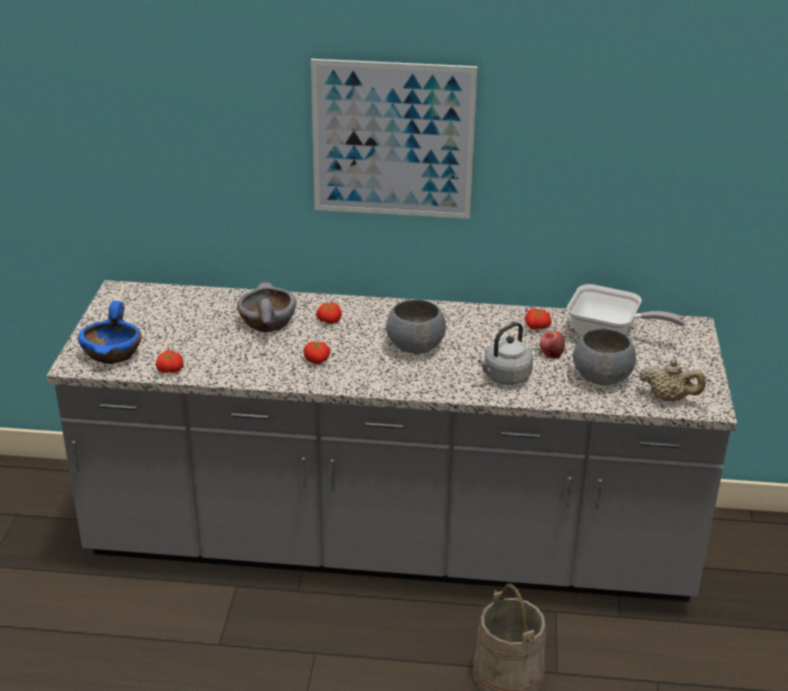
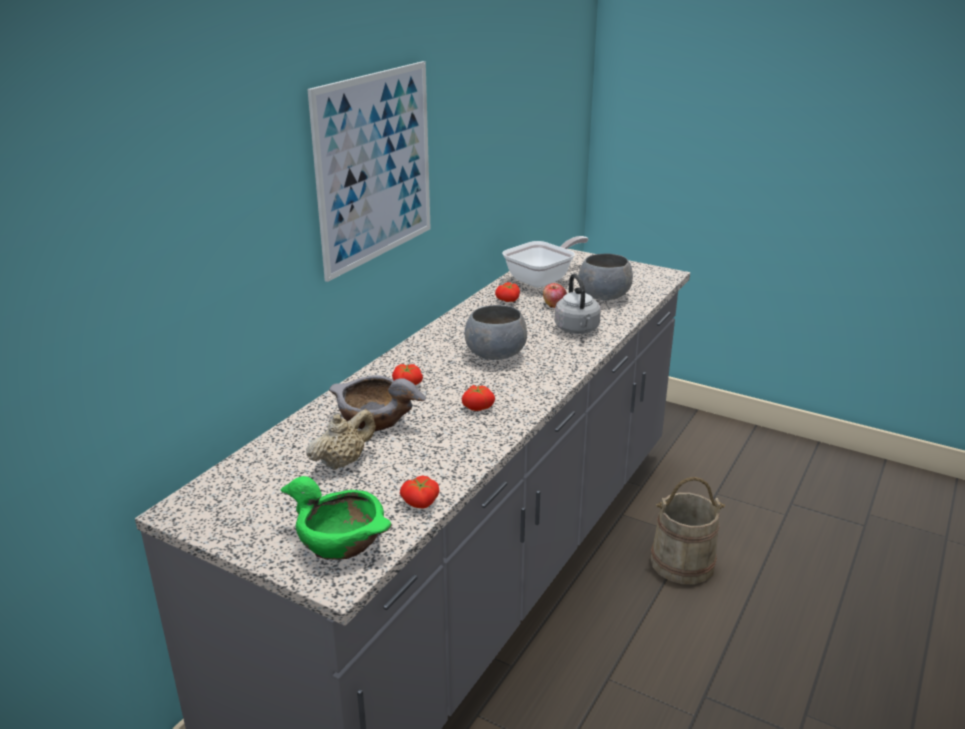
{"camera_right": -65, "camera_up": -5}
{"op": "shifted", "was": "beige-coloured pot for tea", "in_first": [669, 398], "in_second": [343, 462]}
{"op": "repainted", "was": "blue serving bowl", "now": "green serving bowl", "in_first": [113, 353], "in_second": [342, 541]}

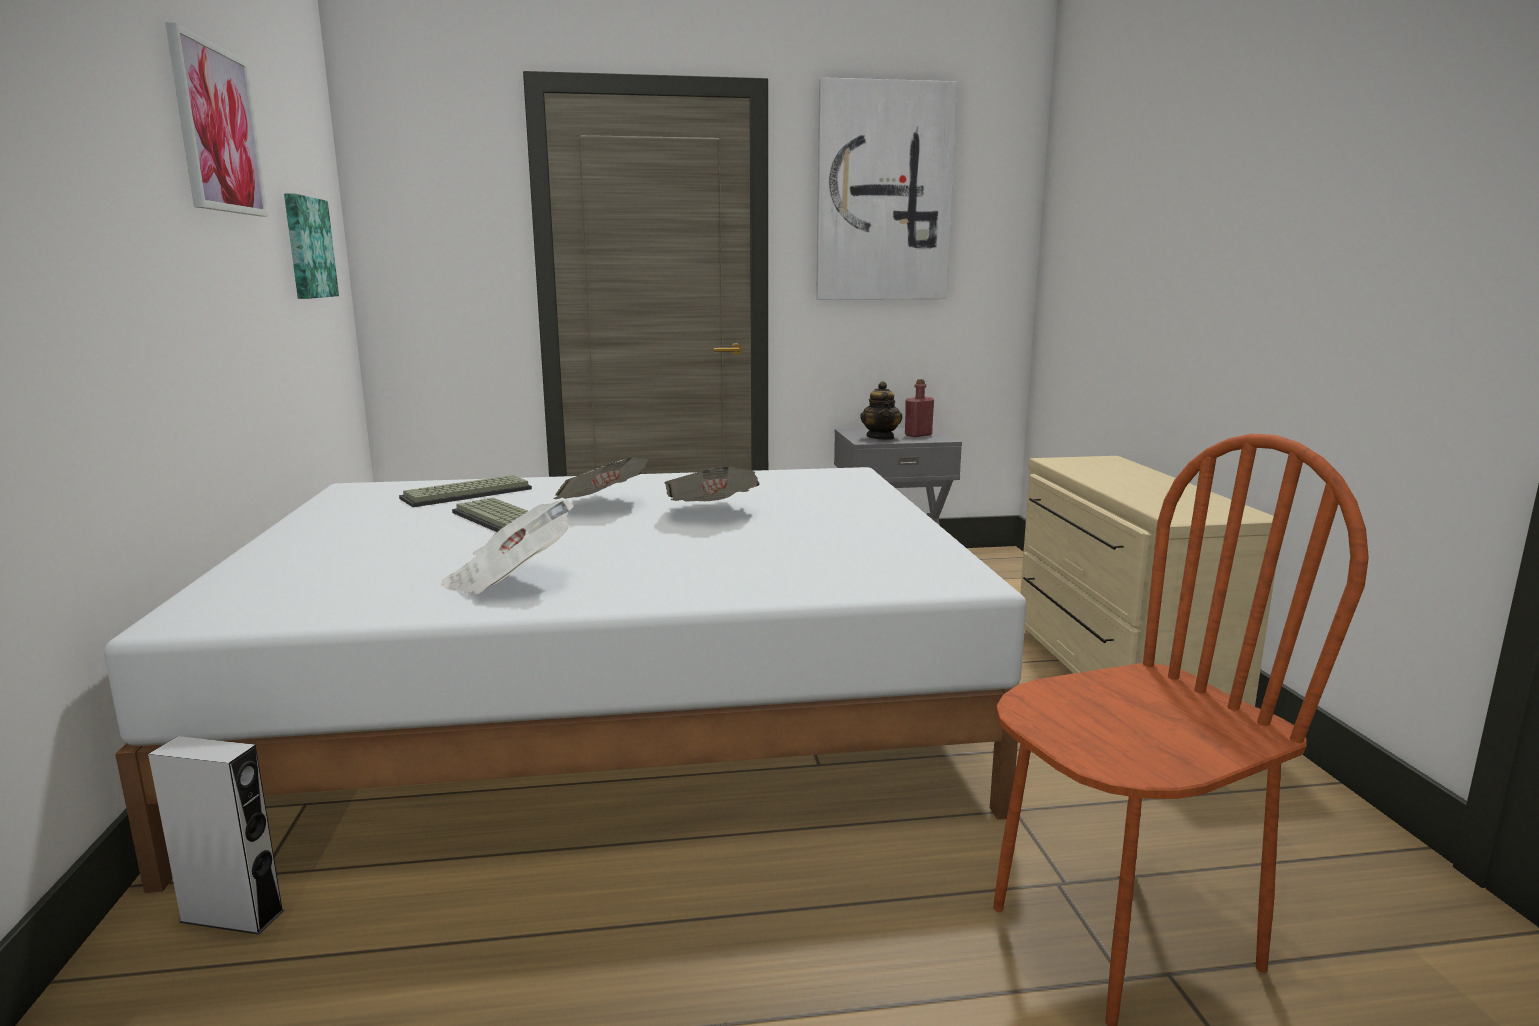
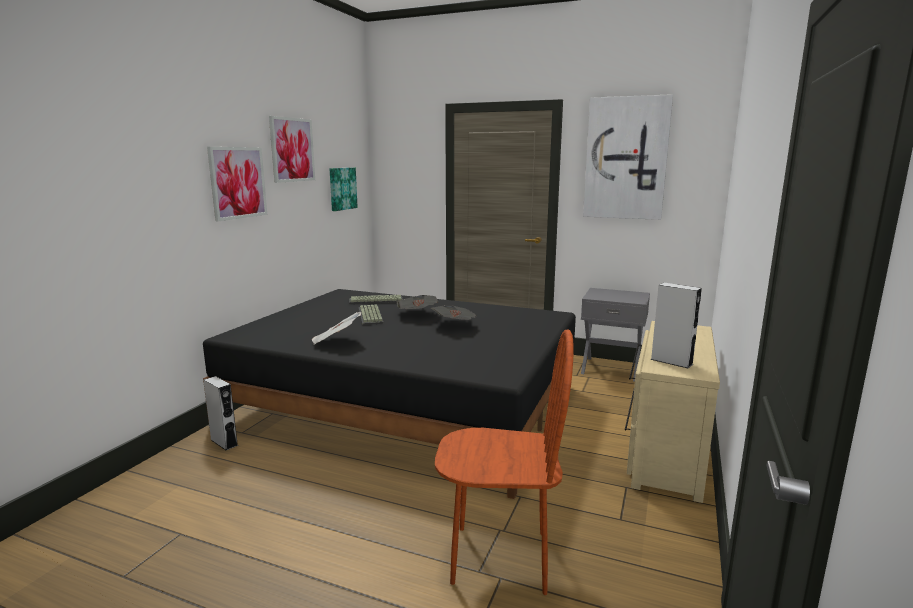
{"camera_right": 30, "camera_up": 0}
{"op": "gone", "was": "pot for tea", "in_first": [881, 437]}
{"op": "gone", "was": "red beverage bottle", "in_first": [918, 435]}
{"op": "new", "now": "picture", "in_second": [238, 183]}
{"op": "new", "now": "gray audio speaker", "in_second": [671, 361]}
{"op": "repainted", "was": "whitish bedroom bed", "now": "black bedroom bed", "in_first": [613, 705], "in_second": [405, 405]}

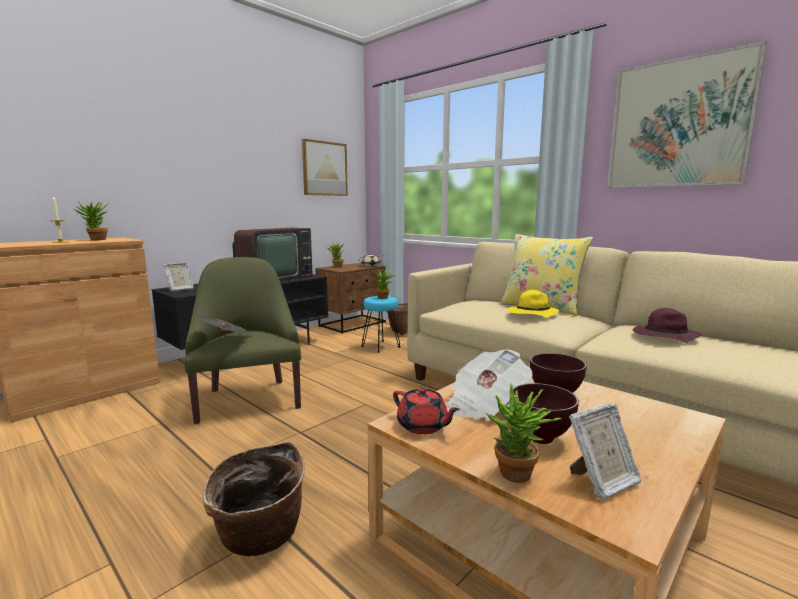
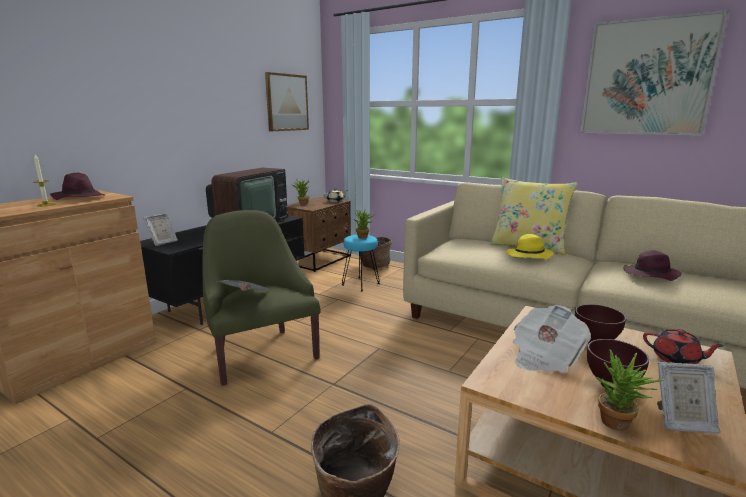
{"camera_right": -10, "camera_up": 5}
{"op": "shifted", "was": "red pot for tea", "in_first": [423, 426], "in_second": [676, 359]}
{"op": "swapped", "was": "houseplant", "now": "purplish hat", "in_first": [96, 240], "in_second": [78, 198]}
{"op": "rotated", "was": "photo frame", "in_first": [601, 482], "in_second": [681, 422], "clockwise": 45}

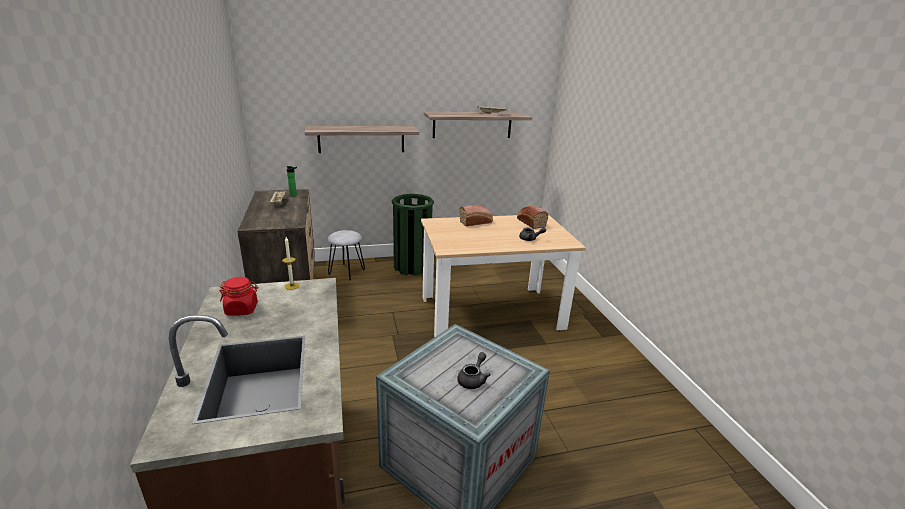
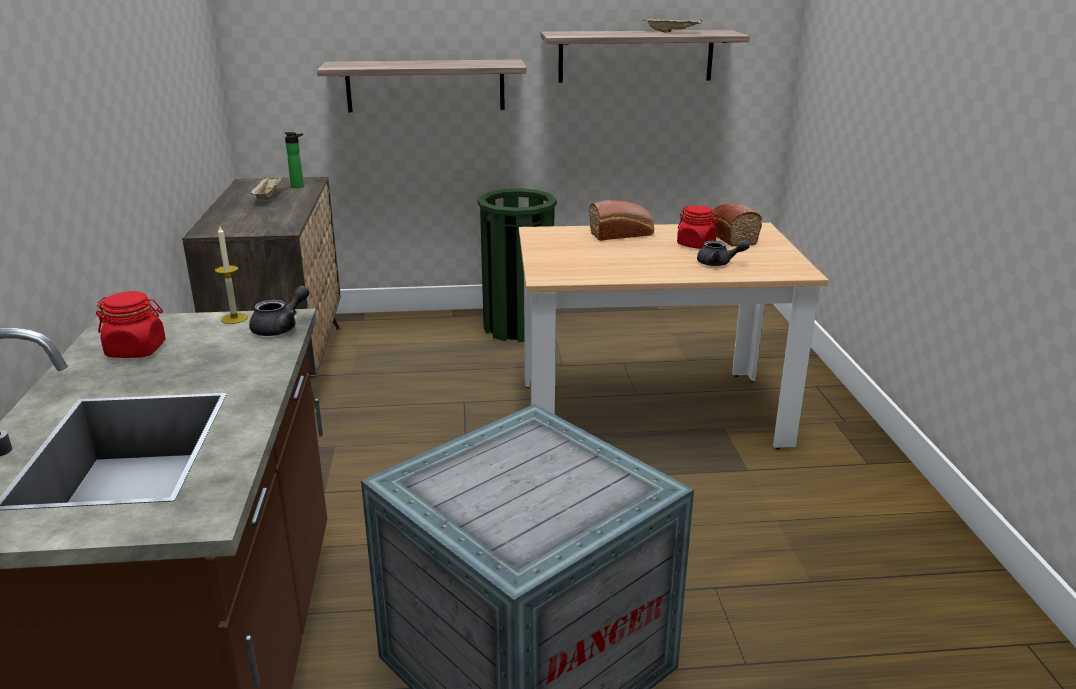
{"camera_right": 10, "camera_up": 0}
{"op": "gone", "was": "gray stool seat", "in_first": [347, 272]}
{"op": "new", "now": "red jar", "in_second": [696, 245]}
{"op": "shifted", "was": "gray pot for tea", "in_first": [473, 379], "in_second": [281, 328]}

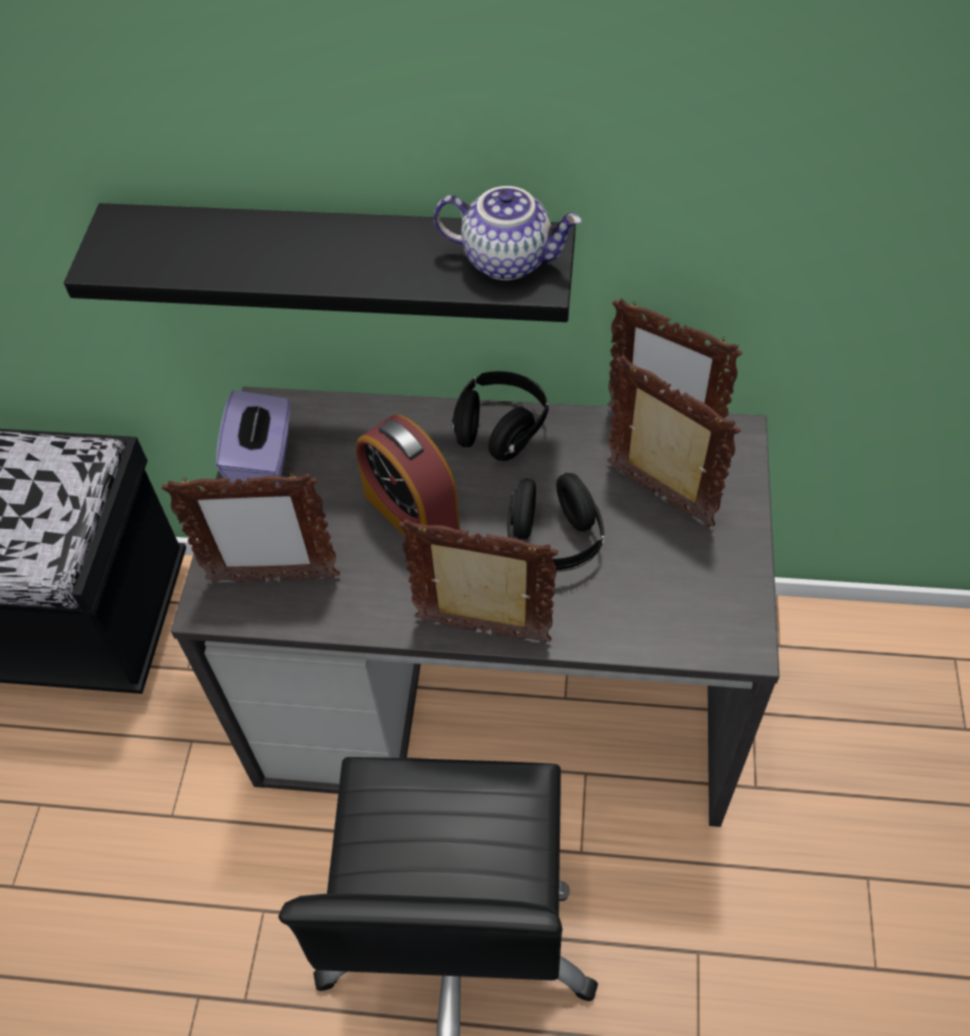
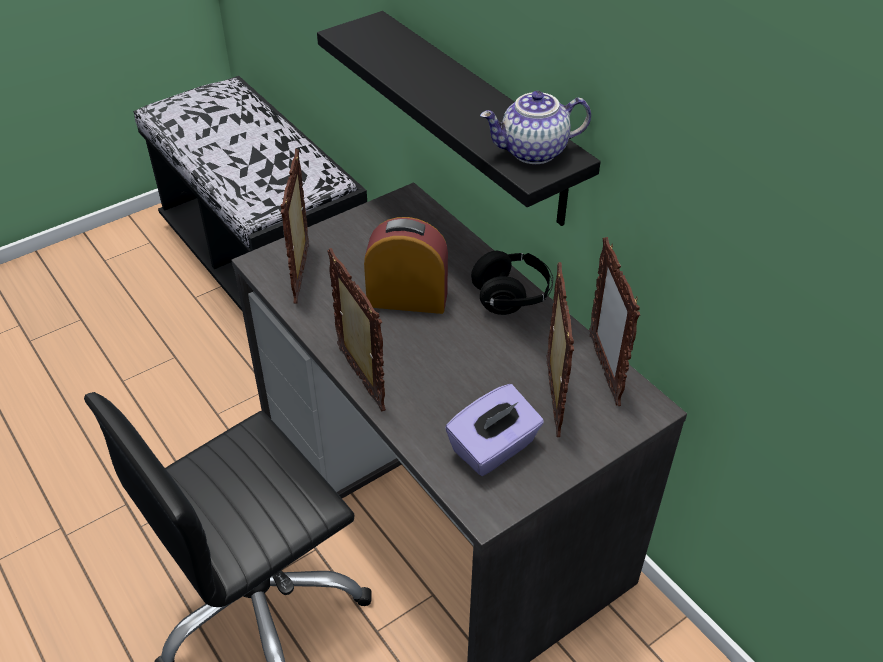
{"camera_right": 45, "camera_up": -10}
{"op": "gone", "was": "black headphones", "in_first": [553, 541]}
{"op": "shifted", "was": "purplish tissue box", "in_first": [262, 458], "in_second": [494, 448]}
{"op": "rotated", "was": "photo frame", "in_first": [272, 578], "in_second": [303, 273], "clockwise": 45}
{"op": "rotated", "was": "table clock", "in_first": [412, 514], "in_second": [407, 299], "clockwise": 90}
{"op": "rotated", "was": "pot for tea", "in_first": [508, 259], "in_second": [533, 152], "clockwise": 105}

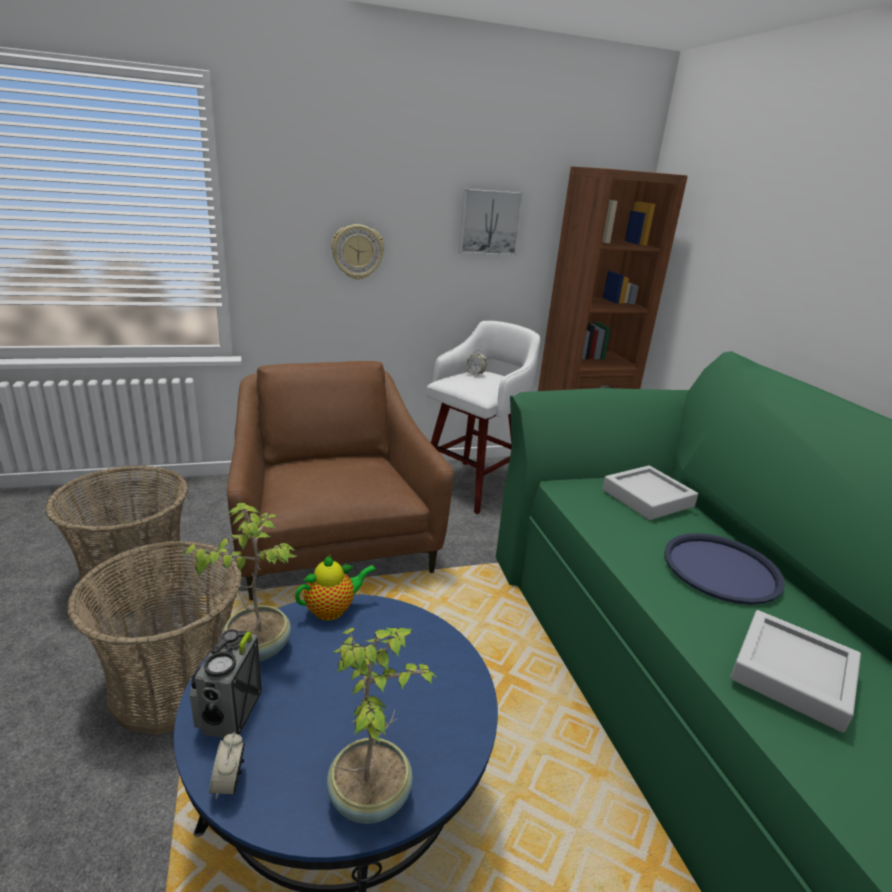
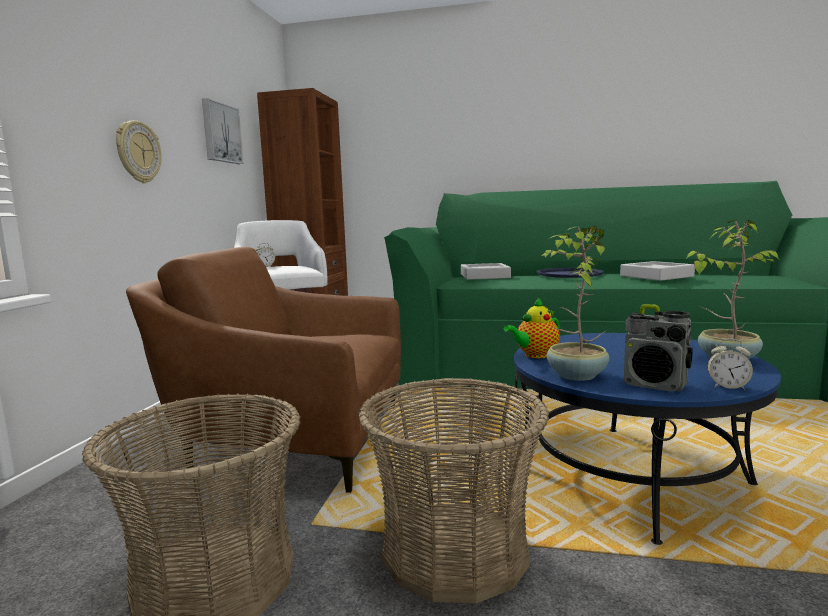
{"camera_right": -60, "camera_up": -15}
{"op": "rotated", "was": "pot for tea", "in_first": [333, 609], "in_second": [535, 355], "clockwise": -120}

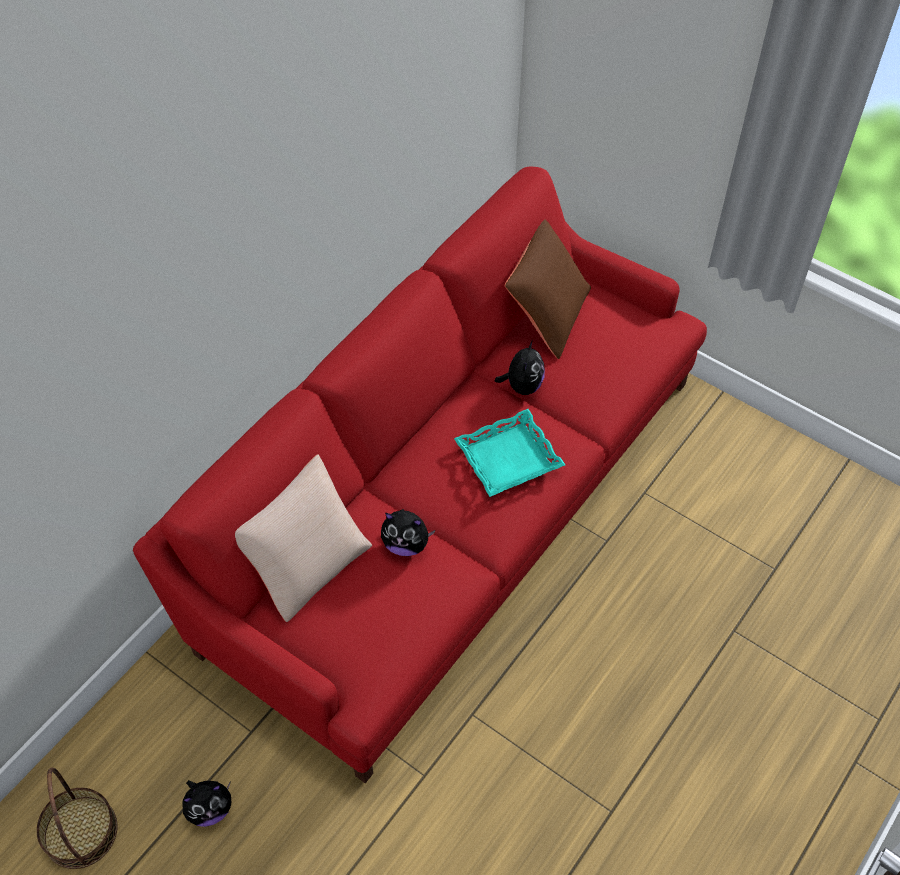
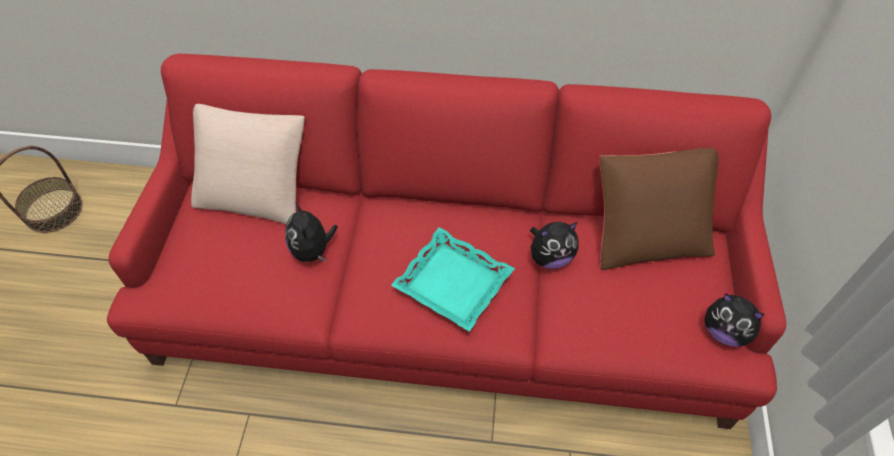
{"camera_right": 60, "camera_up": 0}
{"op": "shifted", "was": "soft toy", "in_first": [210, 809], "in_second": [724, 332]}

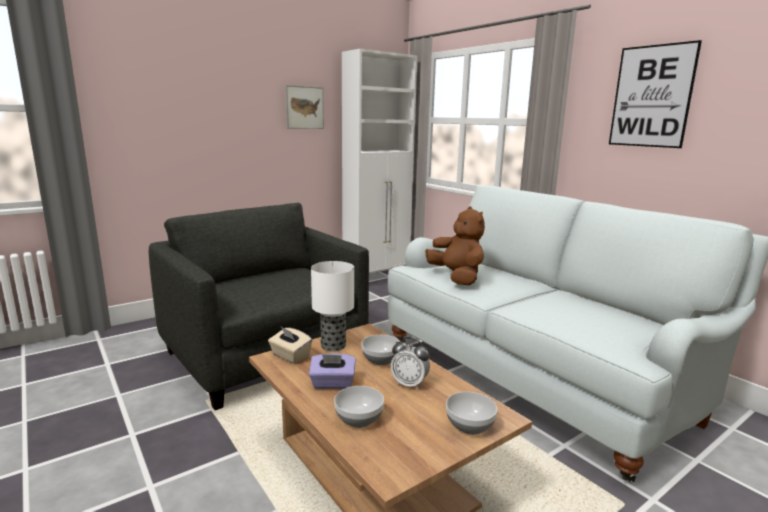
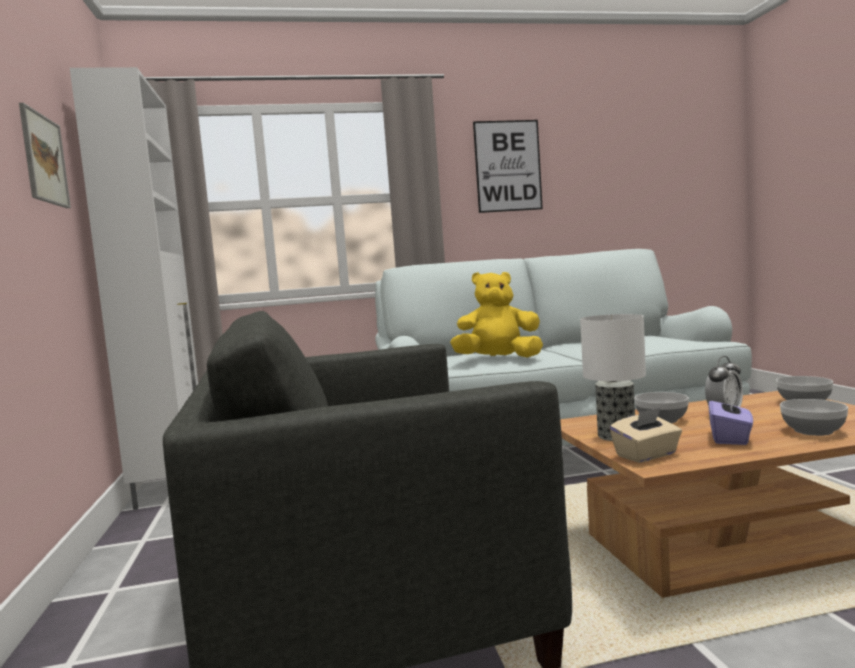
{"camera_right": -65, "camera_up": -10}
{"op": "repainted", "was": "brown soft toy", "now": "yellow-coloured soft toy", "in_first": [456, 278], "in_second": [498, 359]}

